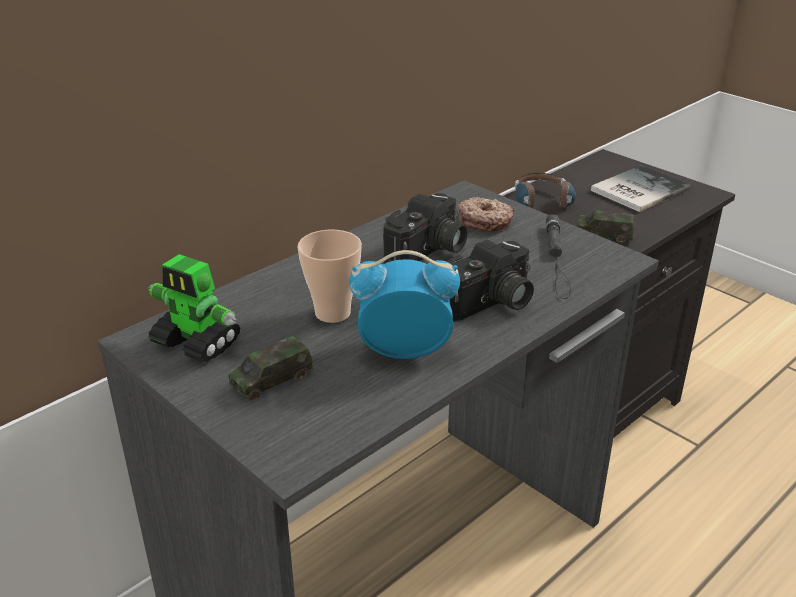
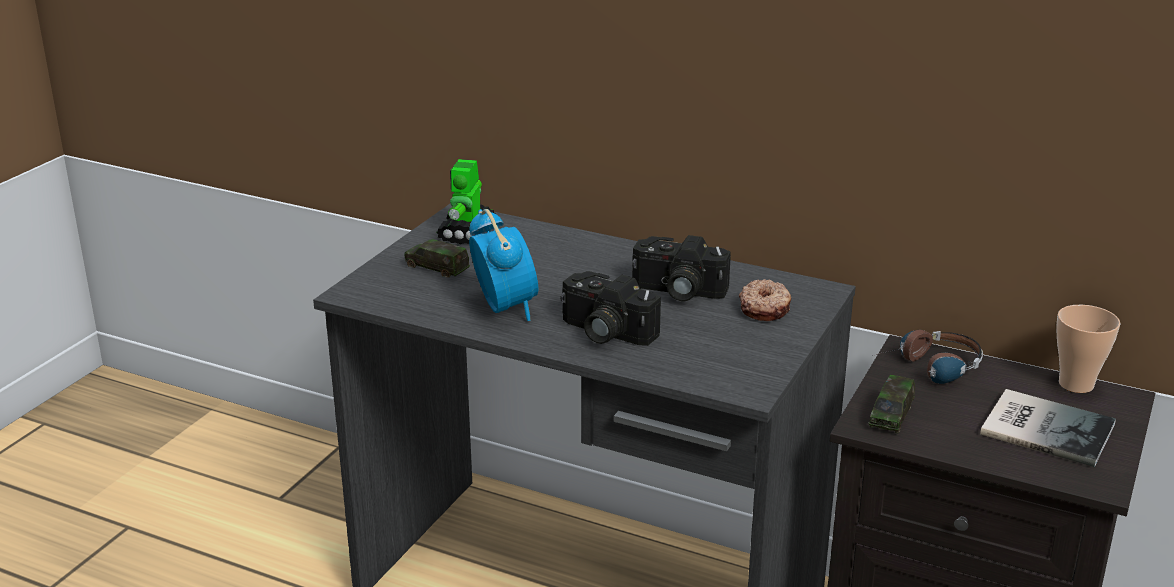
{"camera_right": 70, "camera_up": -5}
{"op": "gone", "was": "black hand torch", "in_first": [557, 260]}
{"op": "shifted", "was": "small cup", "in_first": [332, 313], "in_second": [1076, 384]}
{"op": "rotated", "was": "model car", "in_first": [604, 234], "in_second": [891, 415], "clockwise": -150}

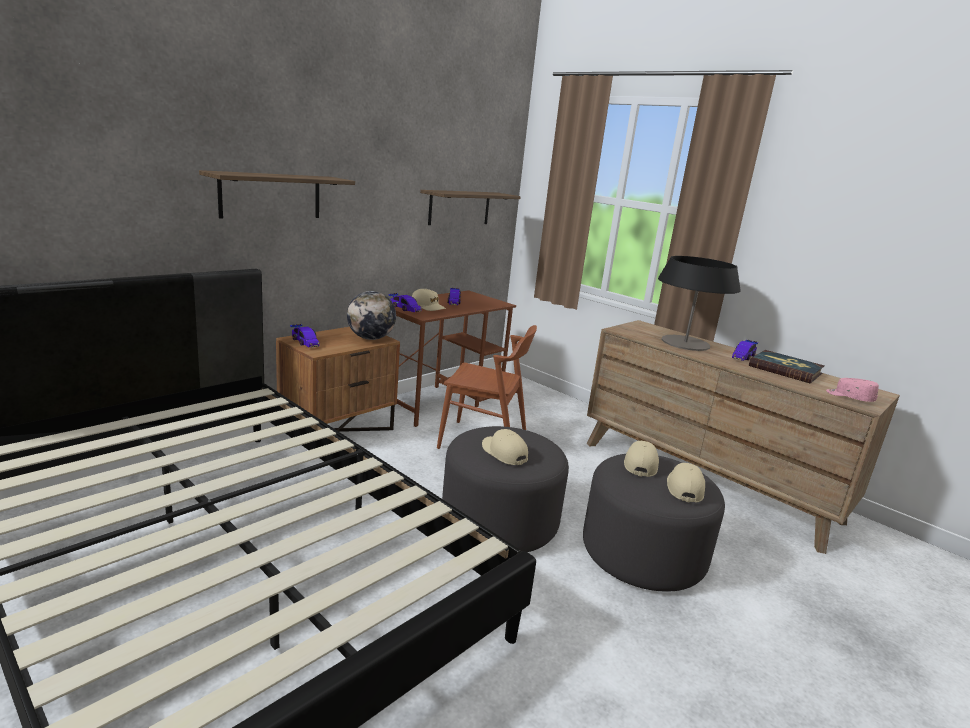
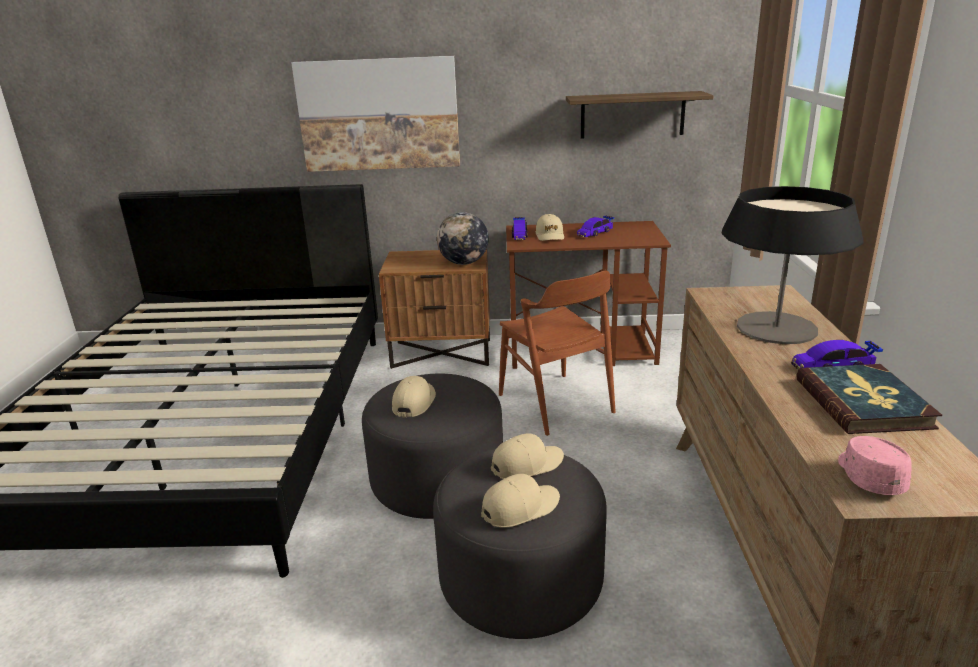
{"camera_right": 50, "camera_up": 5}
{"op": "gone", "was": "model car", "in_first": [305, 342]}
{"op": "swapped", "was": "shelf", "now": "picture", "in_first": [271, 196], "in_second": [379, 114]}

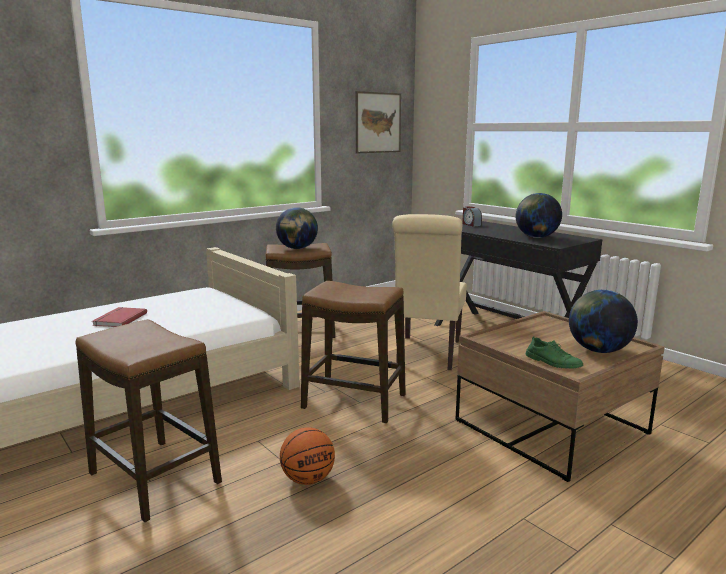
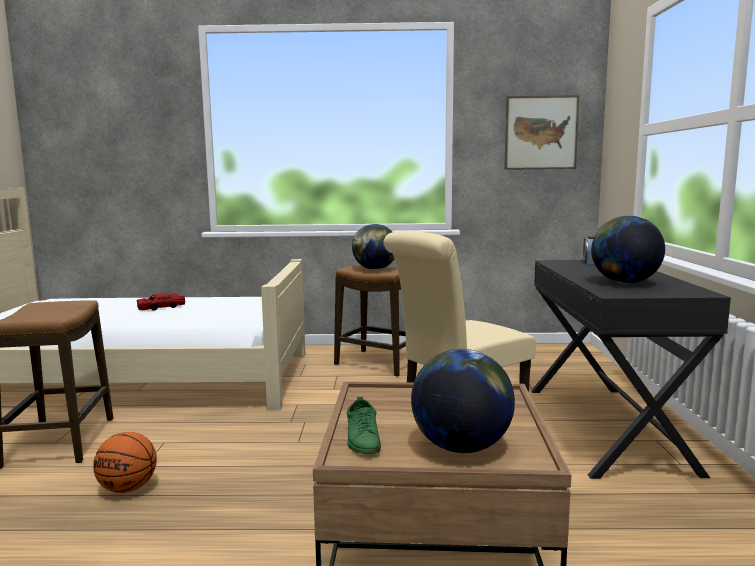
{"camera_right": 40, "camera_up": -5}
{"op": "gone", "was": "stool seat", "in_first": [354, 402]}
{"op": "swapped", "was": "red bound book", "now": "red model car", "in_first": [119, 319], "in_second": [161, 307]}

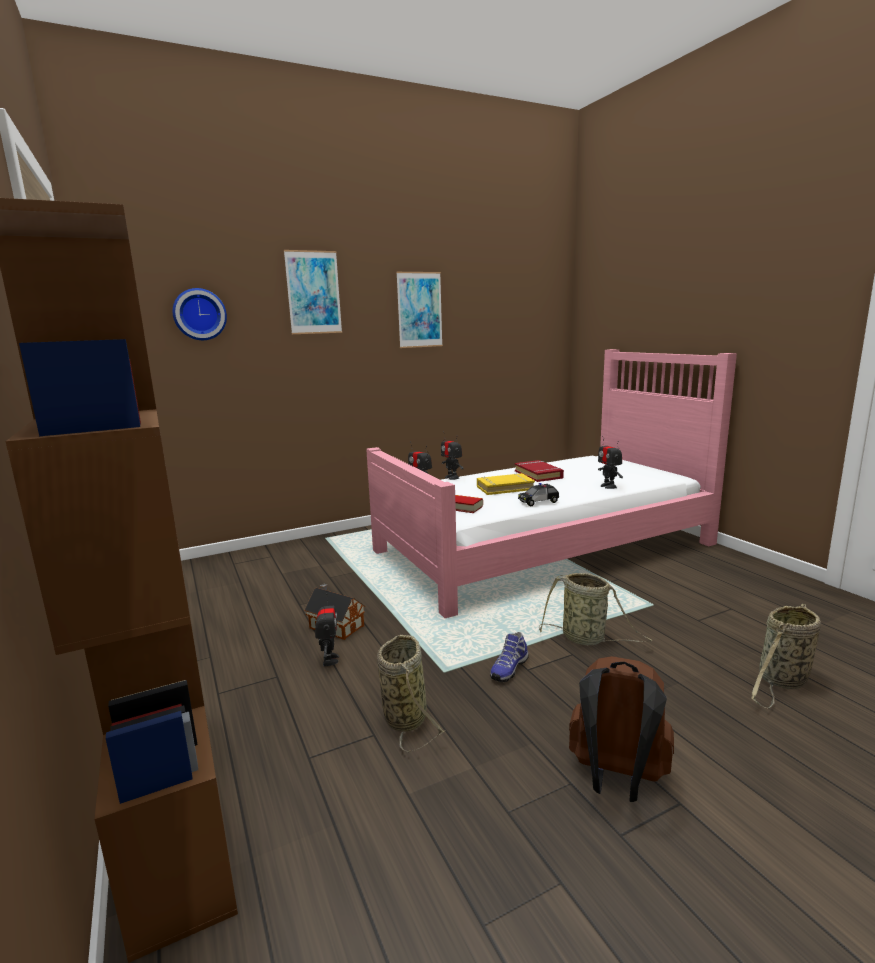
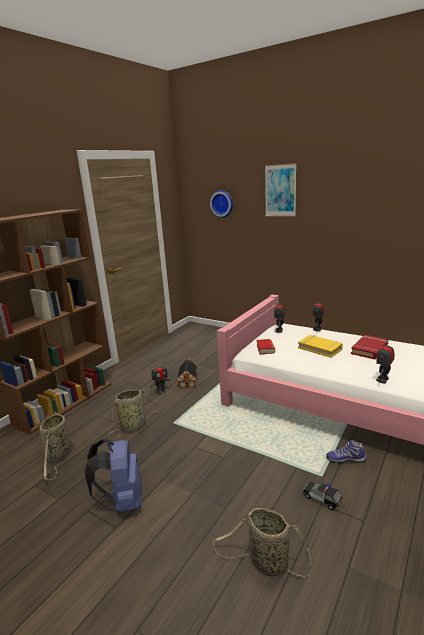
{"camera_right": 60, "camera_up": 5}
{"op": "gone", "was": "picture", "in_first": [419, 310]}
{"op": "shifted", "was": "shoe", "in_first": [508, 668], "in_second": [345, 459]}
{"op": "shifted", "was": "model car", "in_first": [538, 502], "in_second": [322, 499]}
{"op": "shifted", "was": "basket", "in_first": [586, 639], "in_second": [58, 457]}
{"op": "repainted", "was": "brown knapsack", "now": "blue knapsack", "in_first": [616, 779], "in_second": [122, 501]}

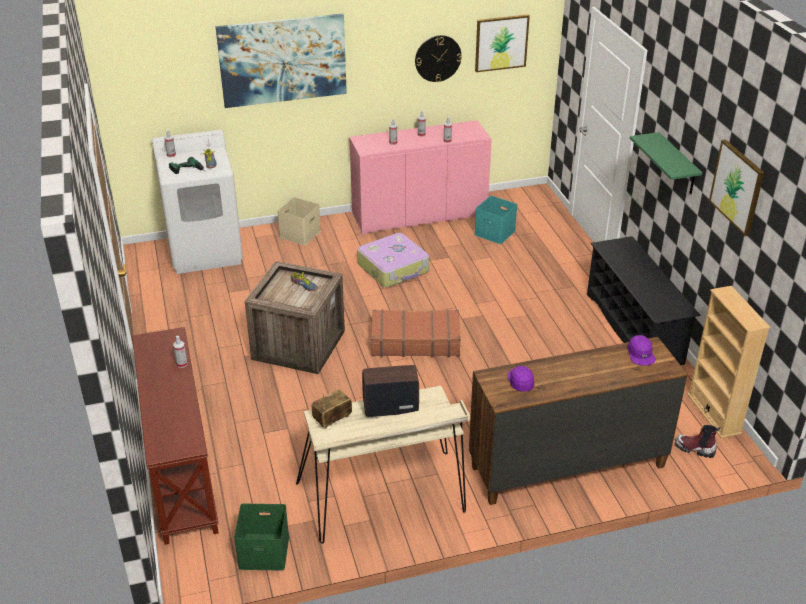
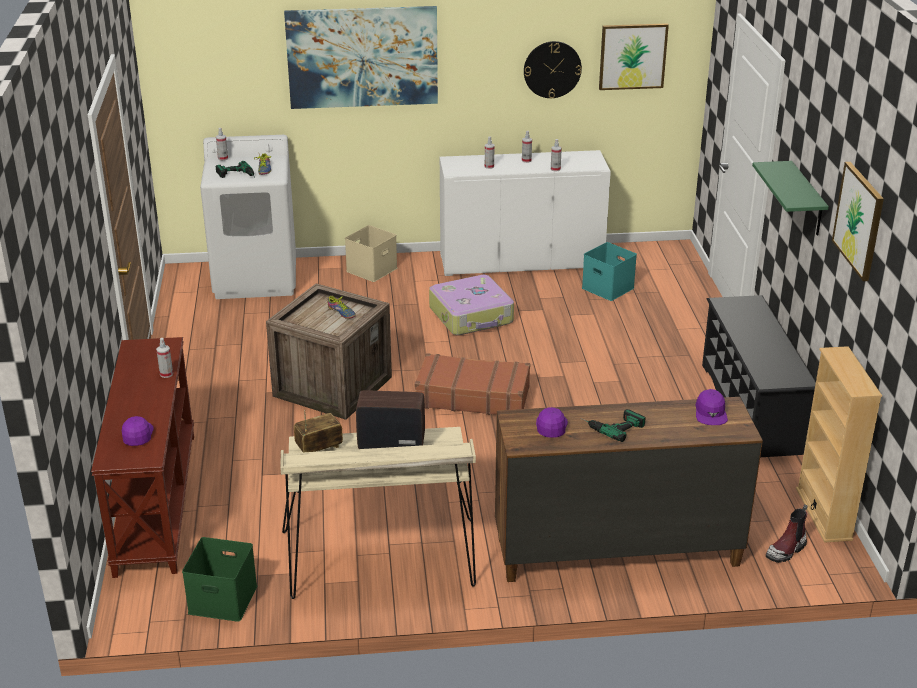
{"camera_right": 10, "camera_up": -5}
{"op": "new", "now": "purplish peaked cap", "in_second": [137, 435]}
{"op": "new", "now": "drill", "in_second": [611, 425]}
{"op": "repainted", "was": "pink cupboard", "now": "whitish cupboard", "in_first": [419, 215], "in_second": [521, 261]}
{"op": "rotated", "was": "tall boot", "in_first": [695, 449], "in_second": [786, 550], "clockwise": -75}

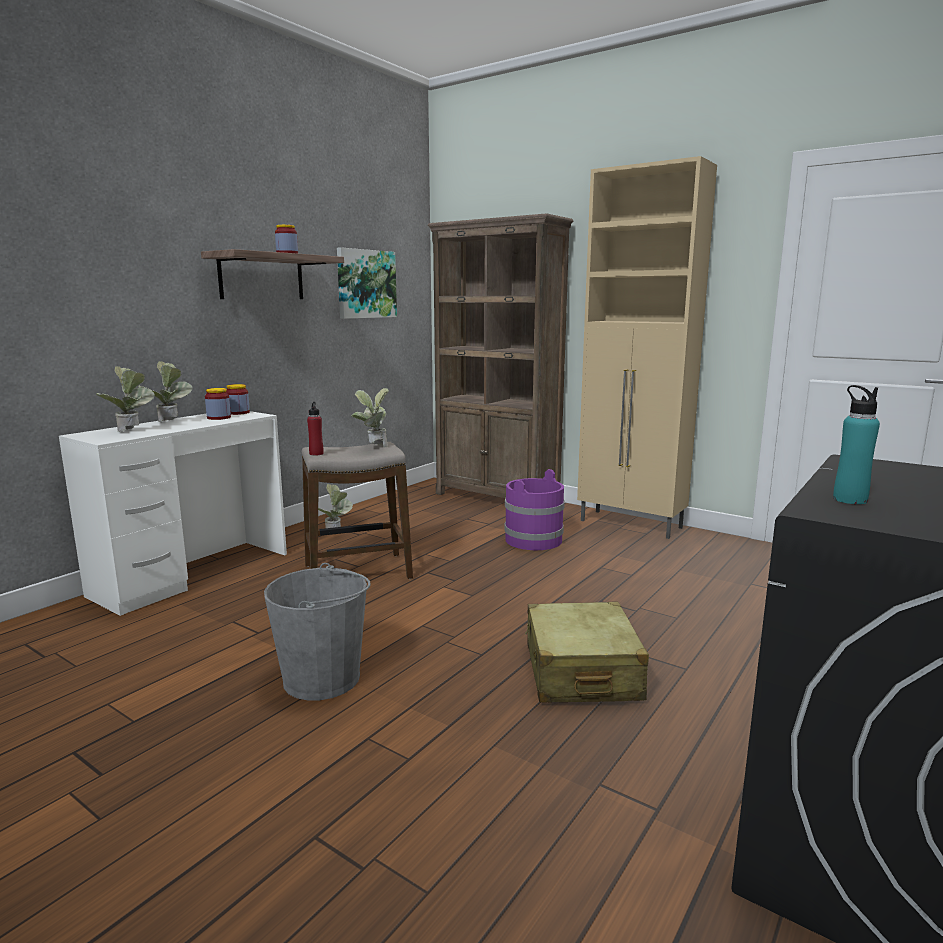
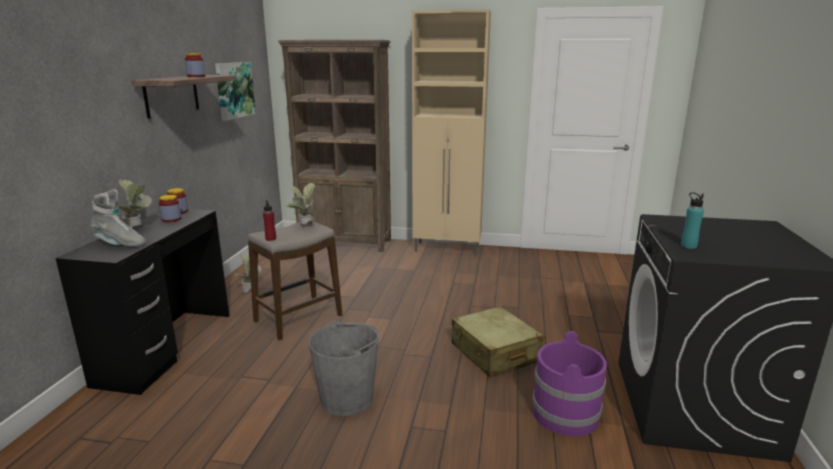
{"camera_right": -25, "camera_up": 5}
{"op": "shifted", "was": "purplish bucket", "in_first": [533, 540], "in_second": [565, 414]}
{"op": "swapped", "was": "houseplant", "now": "gray tall boot", "in_first": [132, 431], "in_second": [120, 244]}
{"op": "repainted", "was": "whitish desk", "now": "black desk", "in_first": [193, 574], "in_second": [166, 347]}

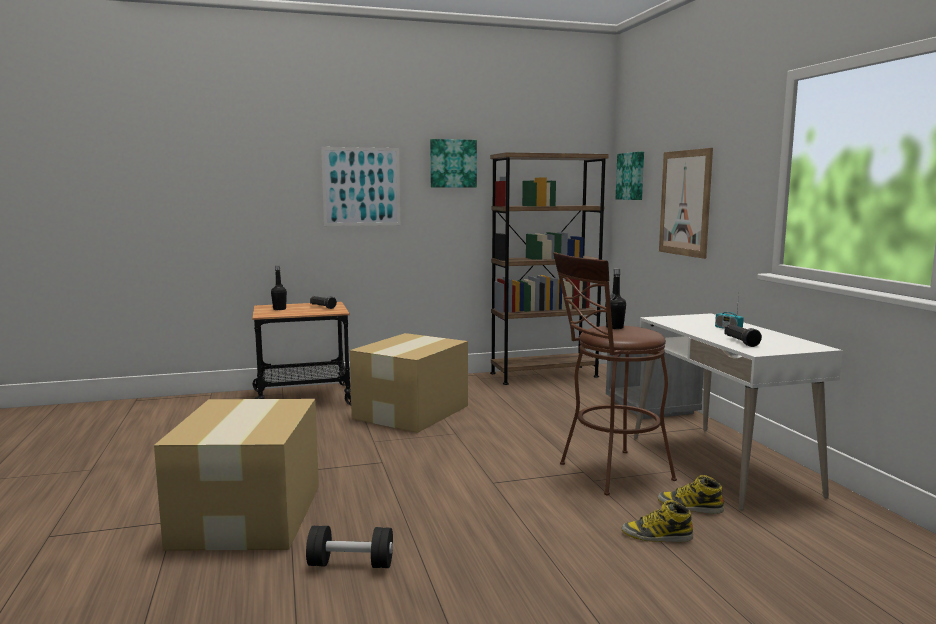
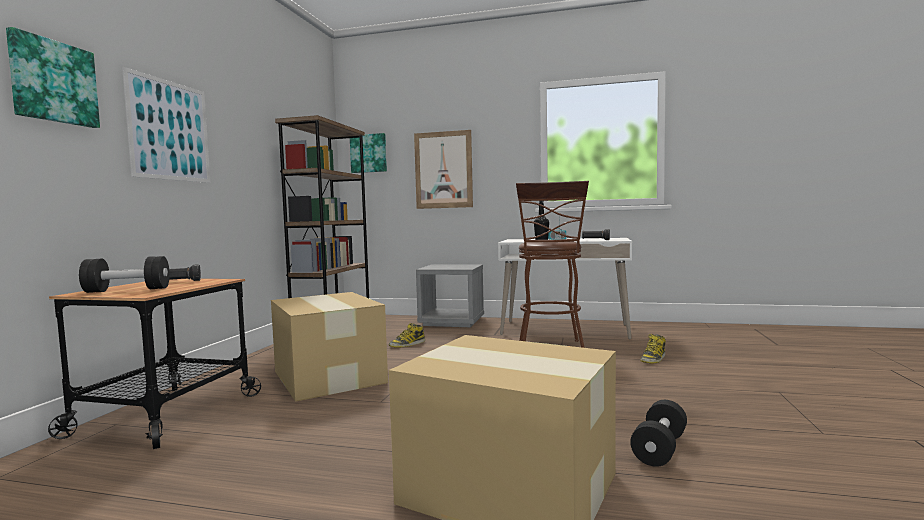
{"camera_right": -60, "camera_up": -5}
{"op": "shifted", "was": "picture", "in_first": [453, 163], "in_second": [53, 82]}
{"op": "shifted", "was": "tall boot", "in_first": [689, 507], "in_second": [407, 344]}
{"op": "swapped", "was": "black beverage bottle", "now": "black dumbbell", "in_first": [279, 309], "in_second": [127, 290]}

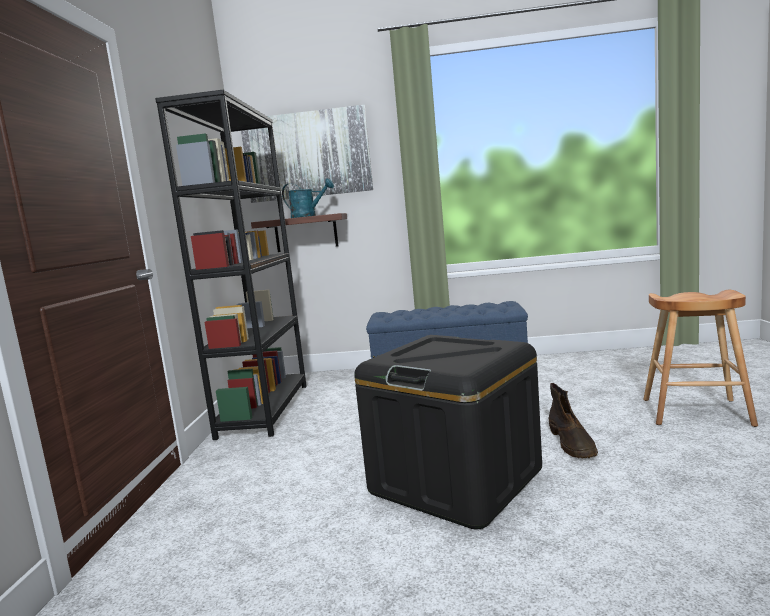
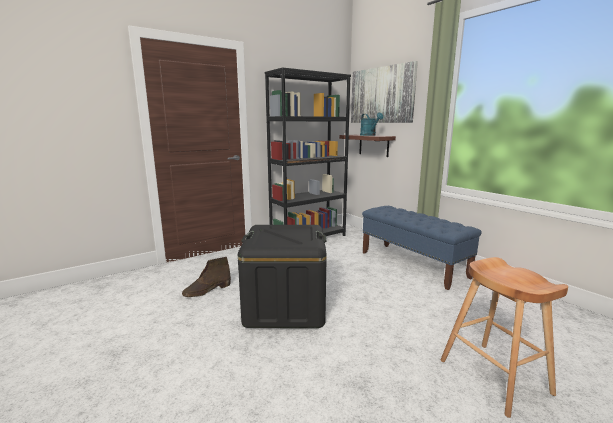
{"camera_right": 50, "camera_up": 5}
{"op": "shifted", "was": "brown tall boot", "in_first": [572, 444], "in_second": [207, 290]}

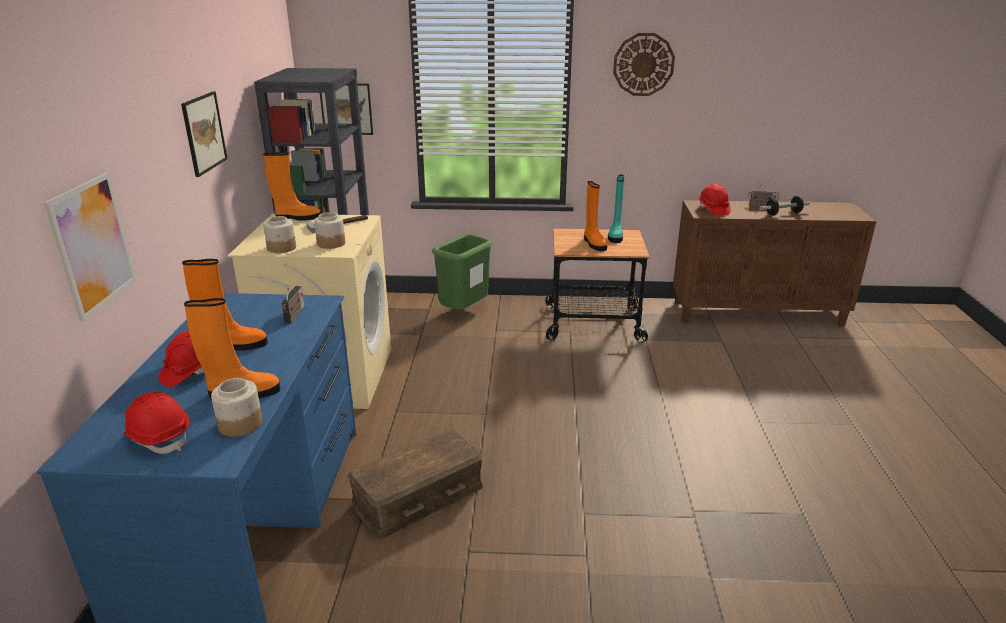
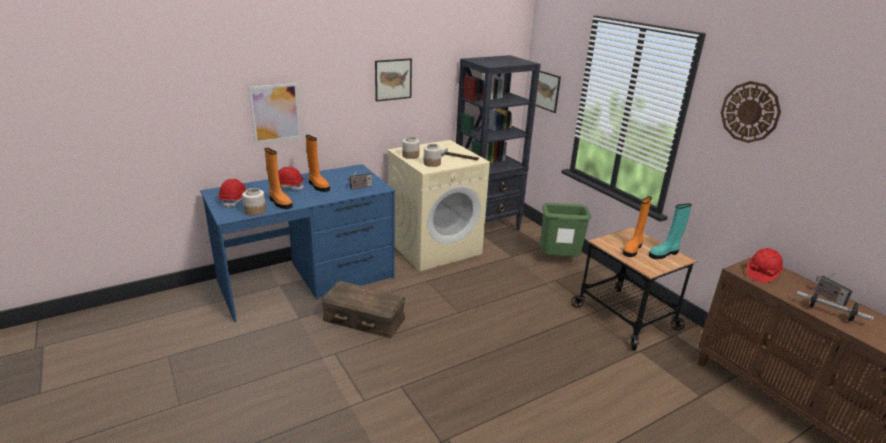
{"camera_right": 55, "camera_up": 0}
{"op": "gone", "was": "orange-coloured tall boot", "in_first": [297, 218]}

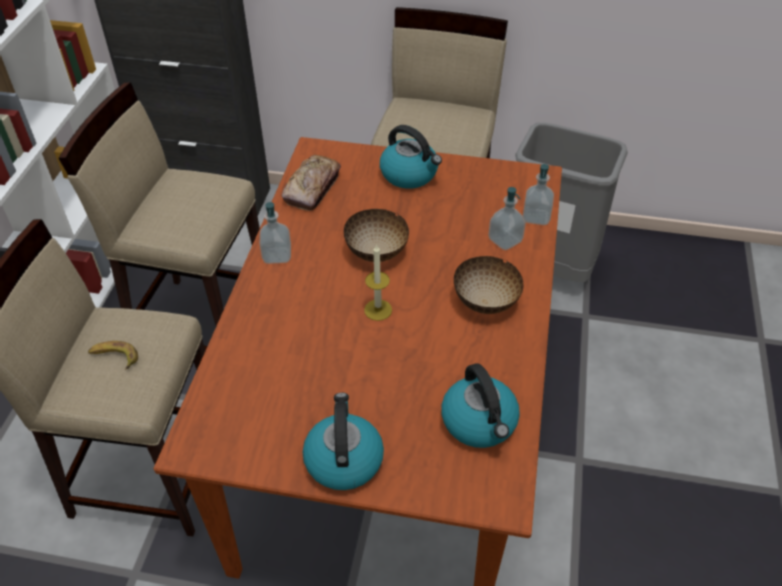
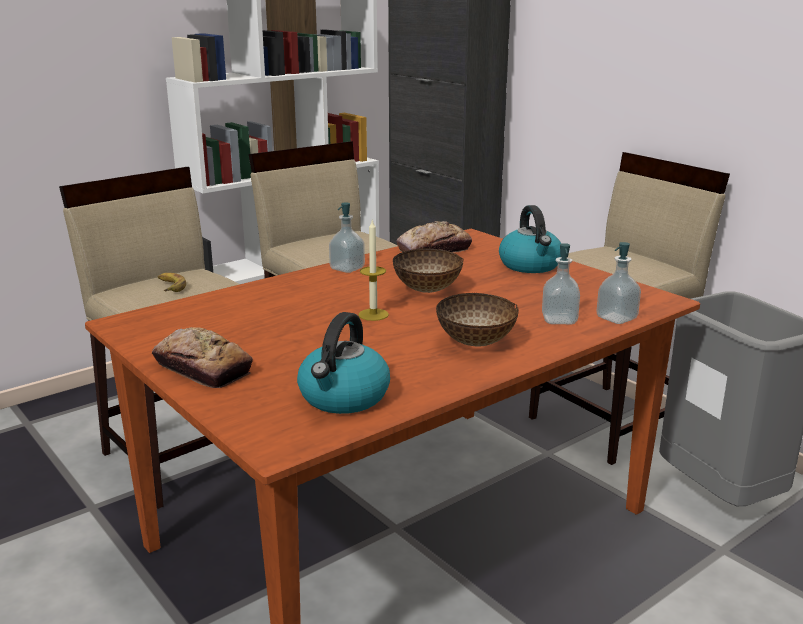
{"camera_right": 40, "camera_up": -25}
{"op": "swapped", "was": "tea kettle", "now": "bakery bread", "in_first": [343, 459], "in_second": [202, 368]}

